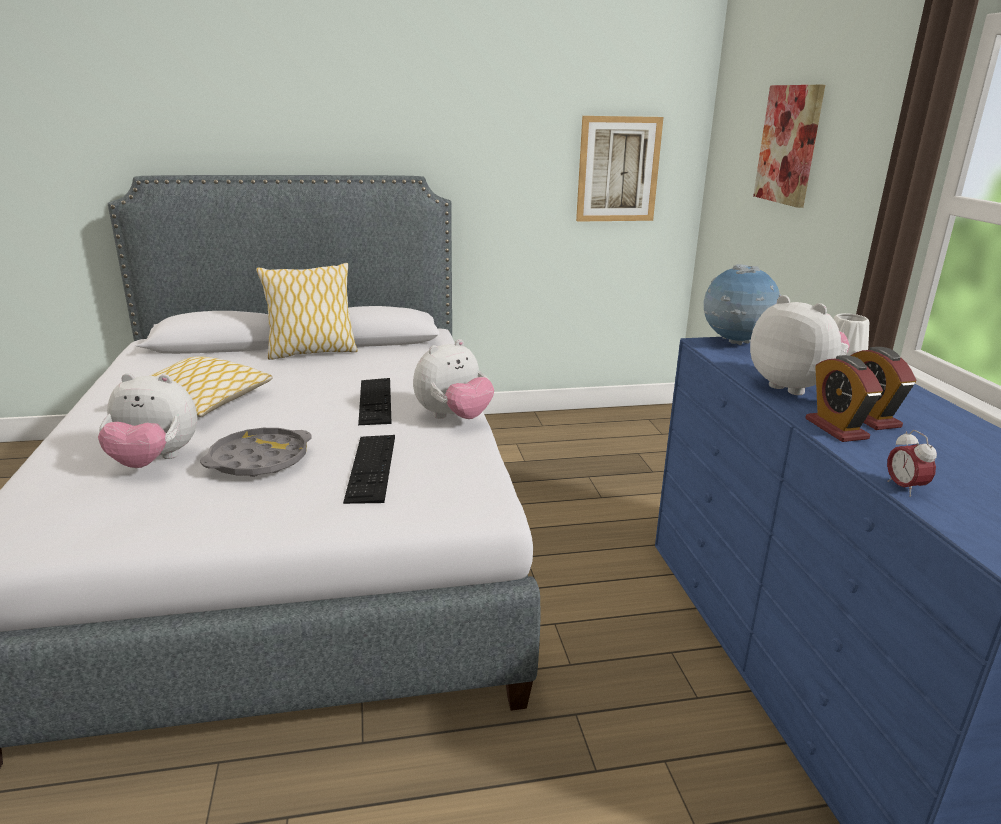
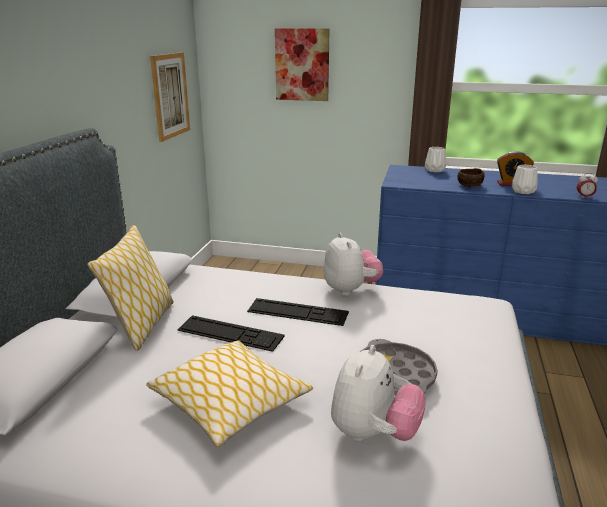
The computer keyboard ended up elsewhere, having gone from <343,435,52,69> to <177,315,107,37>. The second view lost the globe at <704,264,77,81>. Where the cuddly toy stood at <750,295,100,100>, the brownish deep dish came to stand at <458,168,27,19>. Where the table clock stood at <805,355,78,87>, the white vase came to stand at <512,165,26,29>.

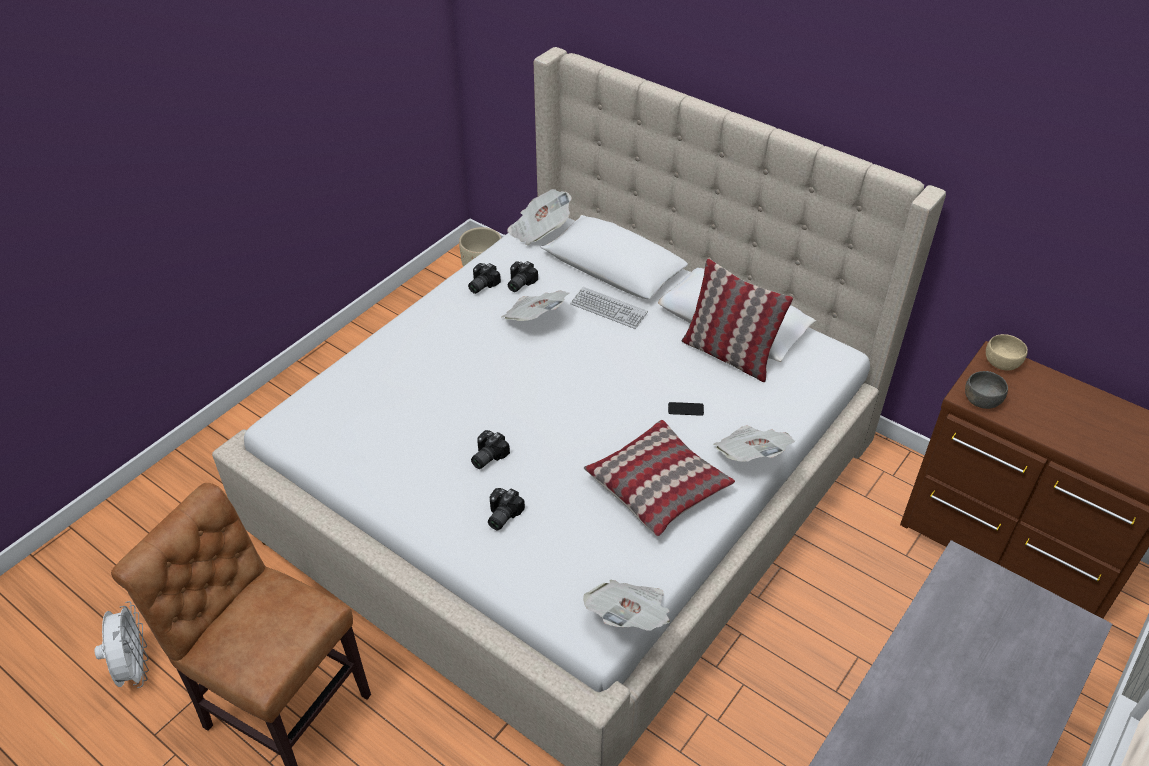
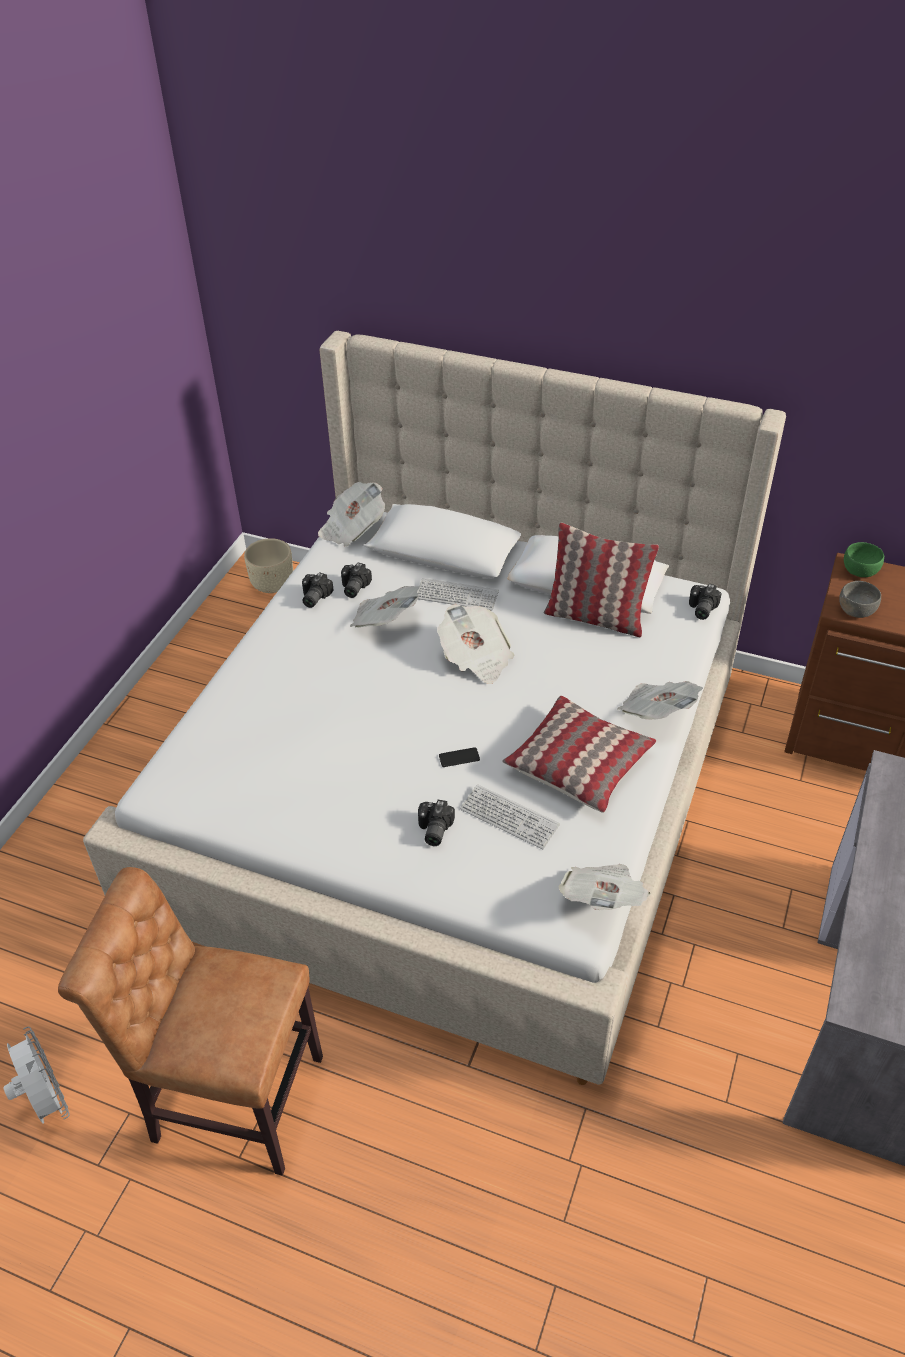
The photo camera ended up elsewhere, having gone from <471,430,39,39> to <689,584,33,36>. The phone ended up elsewhere, having gone from <668,402,36,14> to <439,747,41,20>. What was the beige deep dish at <986,334,42,37> turned into the green-coloured deep dish at <844,542,40,35>. The second view gained the printed paper at <437,604,77,80>. The second view gained the computer keyboard at <460,784,100,65>.

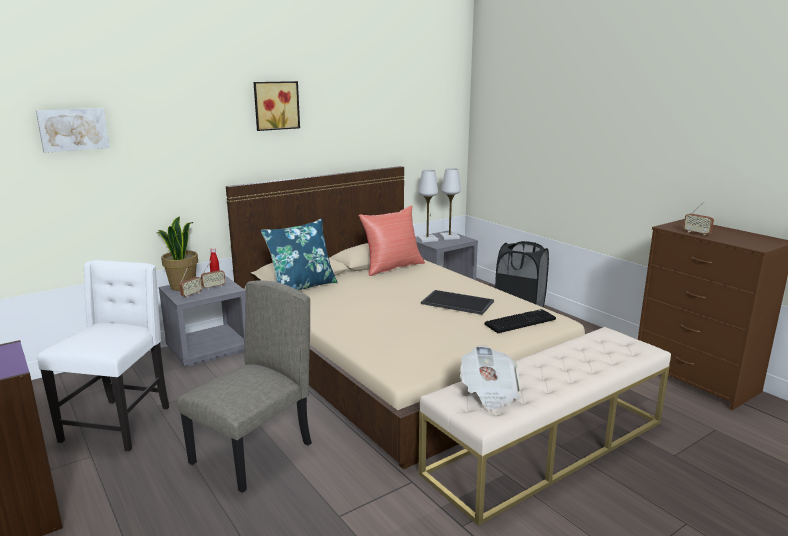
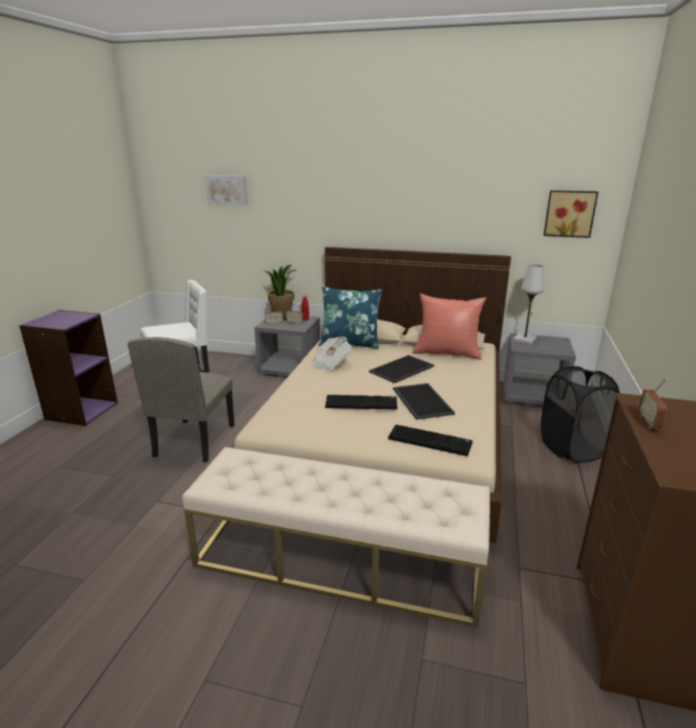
The beige plain chair at <177,280,135,213> ended up facing another way, 105 degrees clockwise from before. The picture ended up elsewhere, having gone from <254,81,46,50> to <543,190,55,48>. The second view lost the white table lamp at <440,168,21,72>. The printed paper ended up elsewhere, having gone from <460,345,61,65> to <311,336,41,34>. The second view gained the computer keyboard at <325,395,72,15>. The second view gained the tray at <369,355,65,28>.

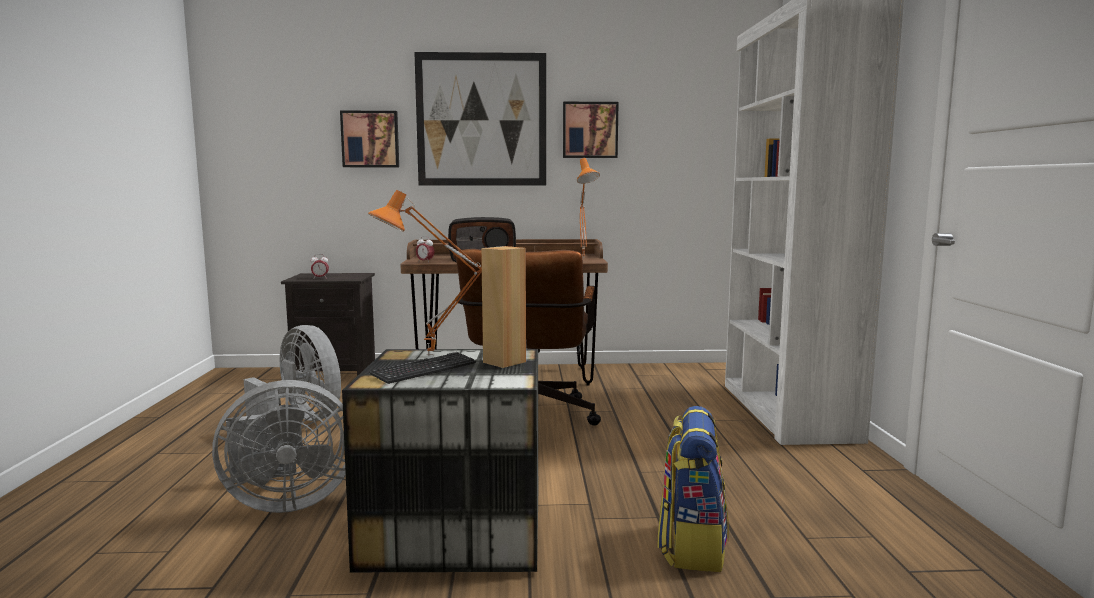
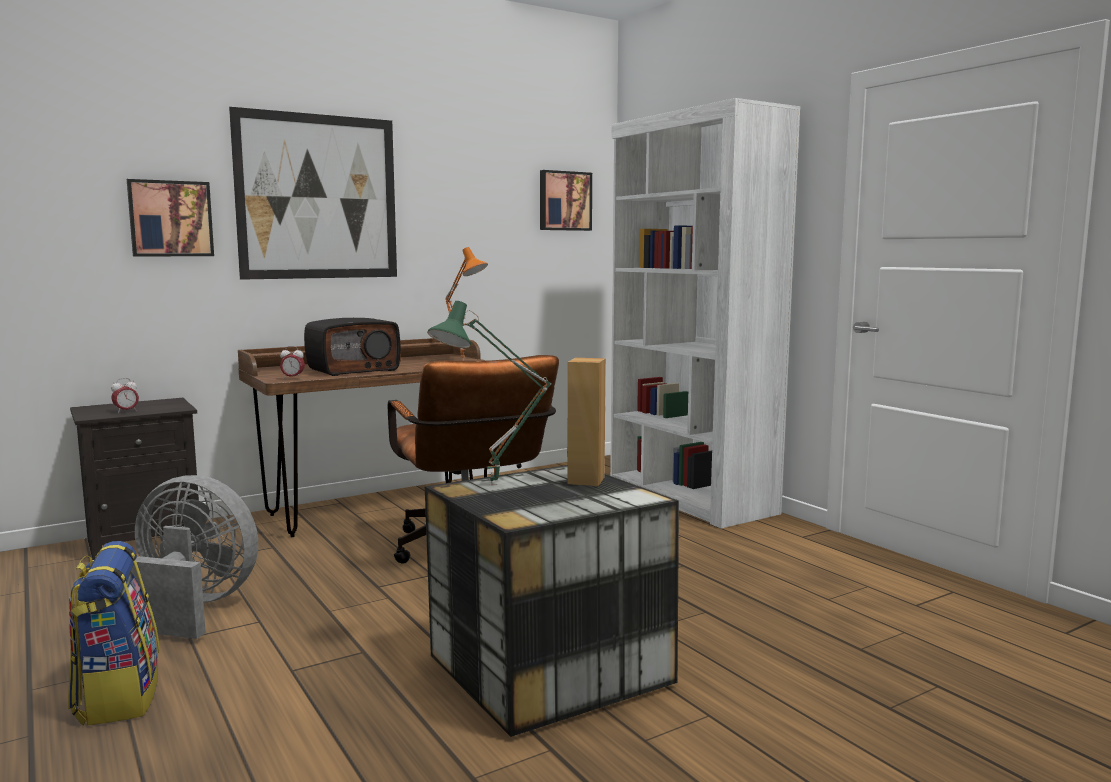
The second view lost the greyish electric fan at <212,380,134,133>. What was the orange-coloured table lamp at <368,190,114,165> turned into the green-coloured table lamp at <427,301,125,185>. The second view lost the computer keyboard at <369,352,107,32>. The picture ended up elsewhere, having gone from <563,102,56,56> to <540,170,52,61>. The knapsack ended up elsewhere, having gone from <657,406,72,166> to <68,541,92,185>.

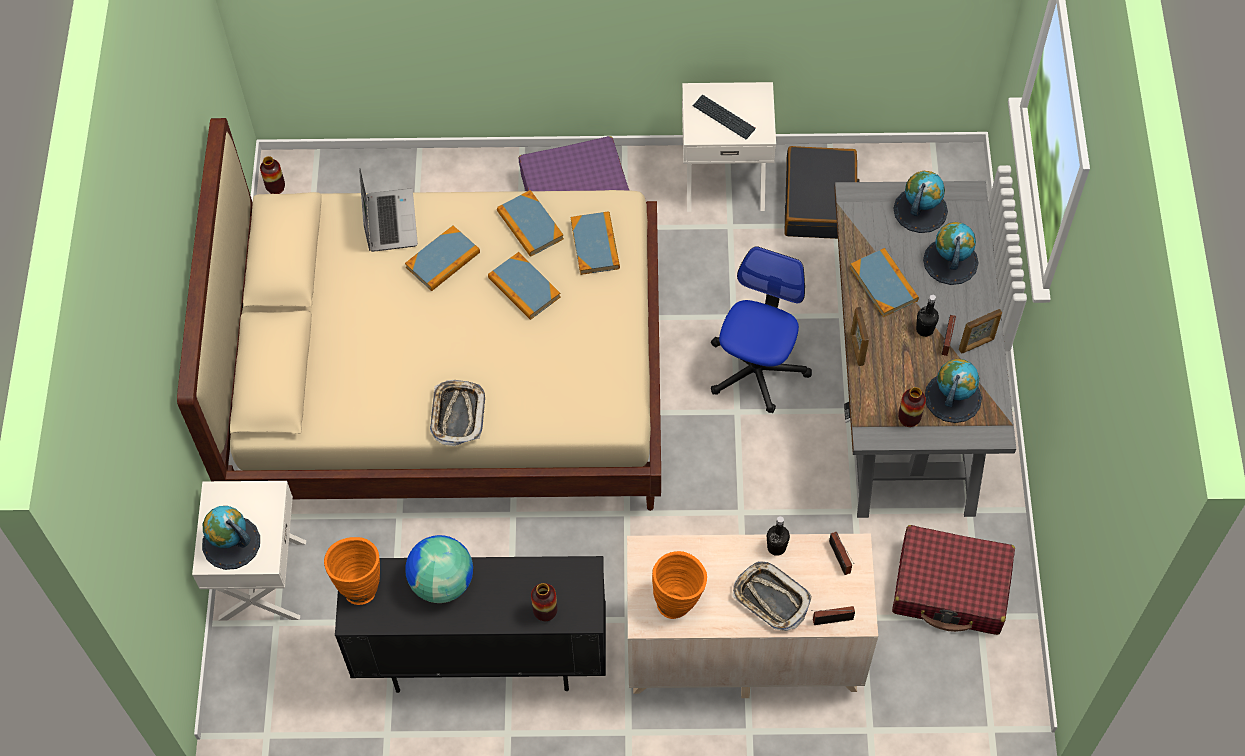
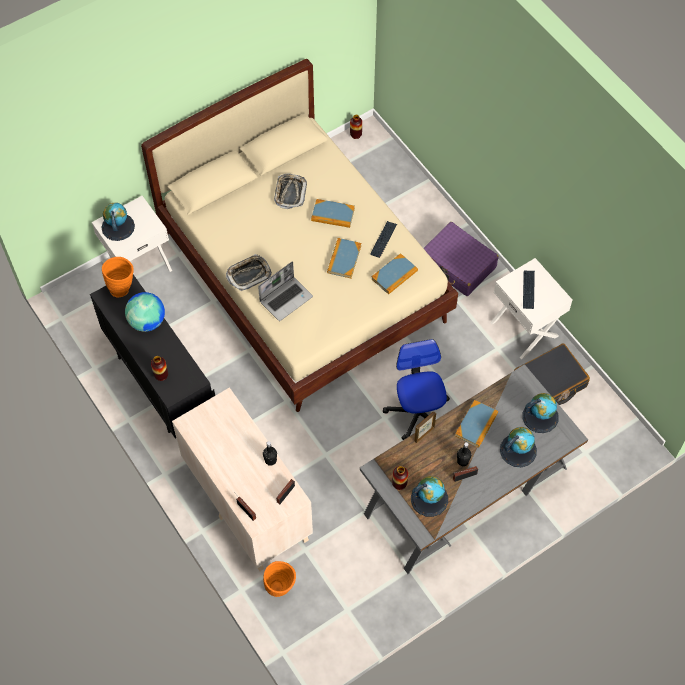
The notebook computer ended up elsewhere, having gone from <359,169,59,83> to <258,261,55,60>. Where the bound book stood at <497,190,67,67>, the computer keyboard came to stand at <370,221,27,37>. The orange-coloured vase ended up elsewhere, having gone from <652,551,55,68> to <263,561,33,36>. The office chair at <711,246,101,167> ended up facing another way, 90 degrees counterclockwise from before. The tray ended up elsewhere, having gone from <732,561,80,70> to <274,174,33,35>. The second view lost the reddish suitcase at <892,525,123,110>. The second view lost the photo frame at <959,309,43,44>.

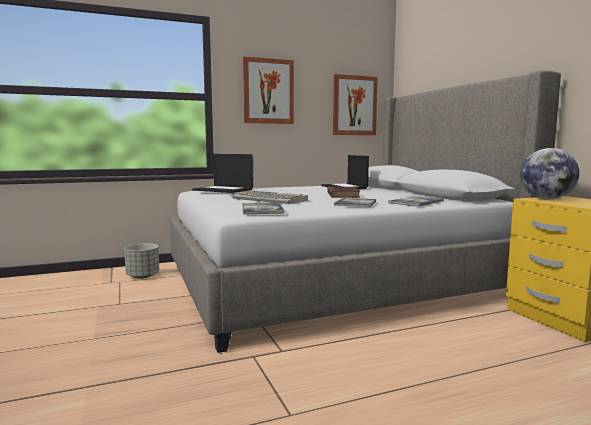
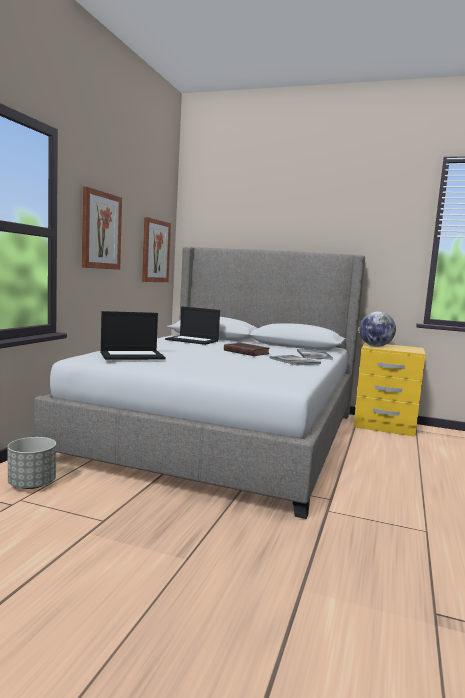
The second view lost the computer keyboard at <232,191,76,13>. The second view lost the bound book at <242,202,43,12>.

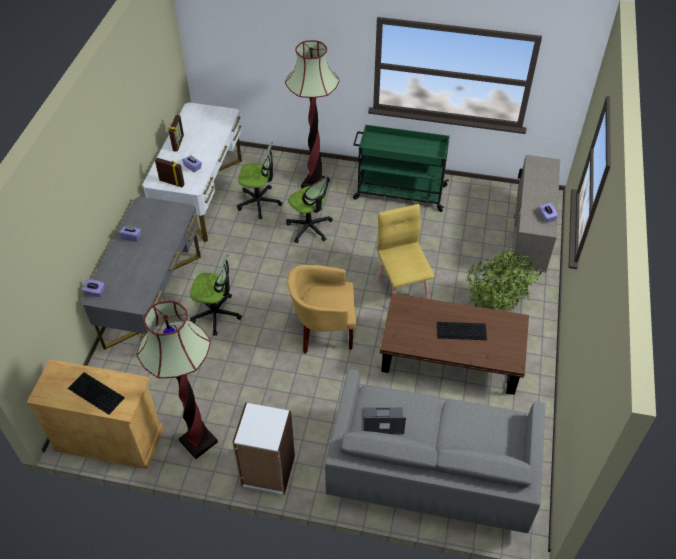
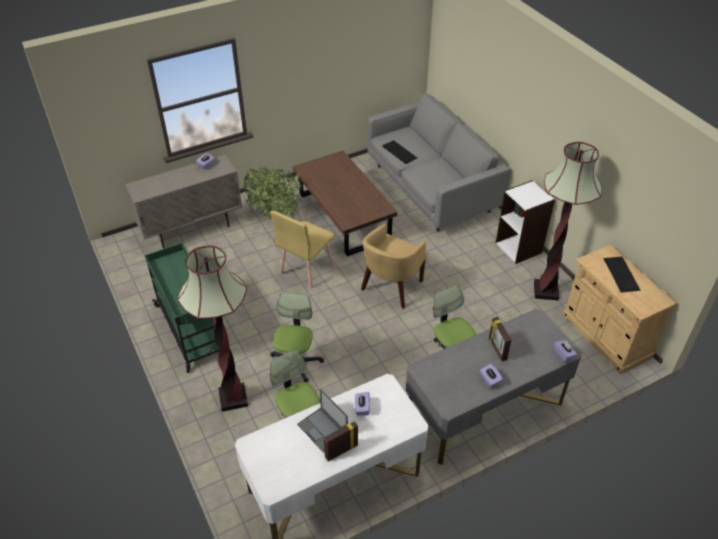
The photo frame ended up elsewhere, having gone from <155,158,30,29> to <489,317,22,44>. The yellowish lounge chair at <287,265,69,89> ended up facing another way, 75 degrees clockwise from before. The notebook computer ended up elsewhere, having gone from <363,407,43,27> to <297,389,51,64>. The computer keyboard ended up elsewhere, having gone from <437,322,50,18> to <382,140,35,24>.

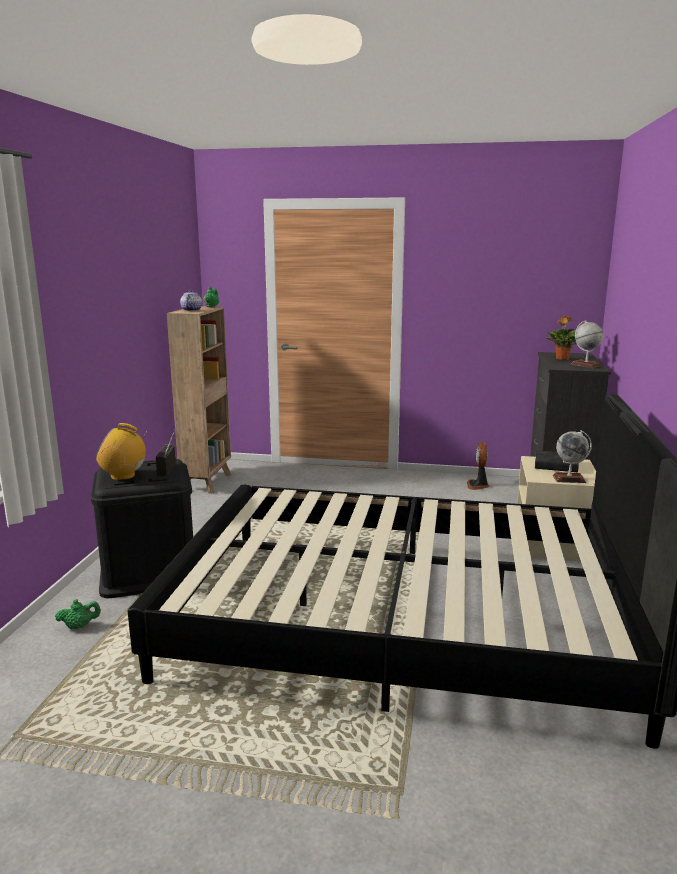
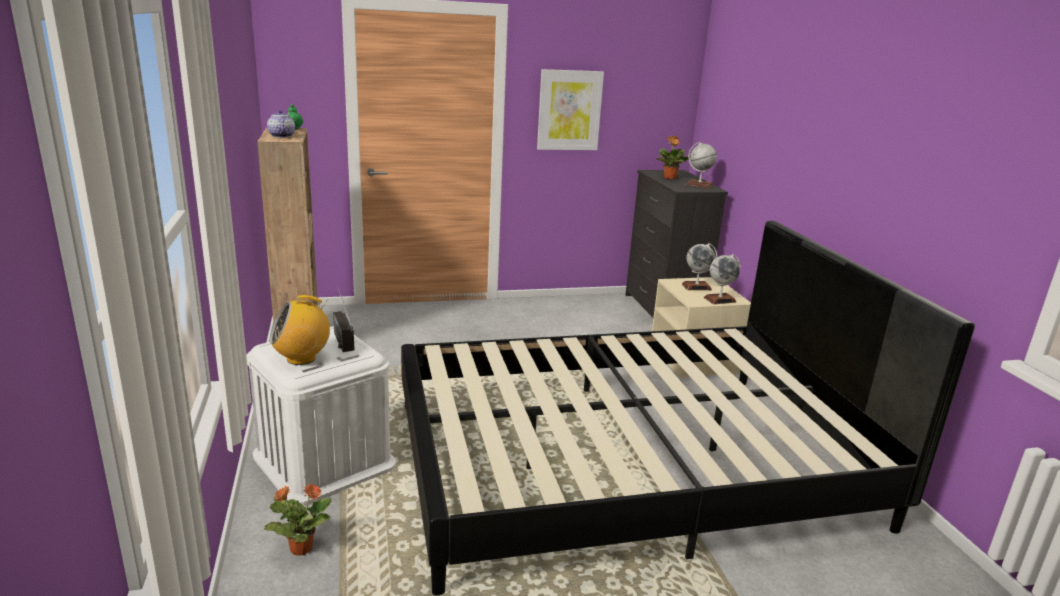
Where the green-coloured tea pot stood at <55,599,46,30>, the potted plant came to stand at <264,484,67,72>. What was the black-coloured storage bin at <91,459,102,139> turned into the white storage bin at <246,326,150,180>. The second view lost the electric fan at <467,442,22,48>. Where the black-coloured bound book stood at <535,450,44,22>, the globe came to stand at <682,243,35,47>. The second view gained the picture at <537,69,67,81>.

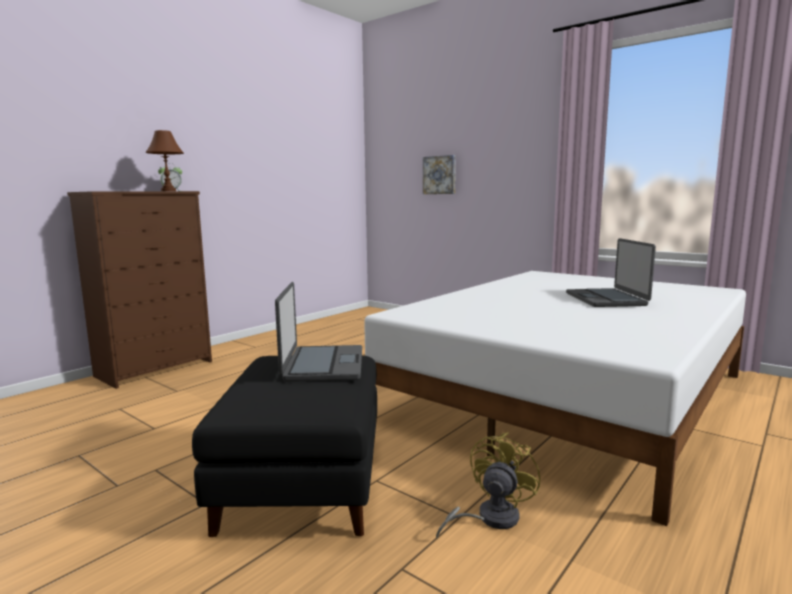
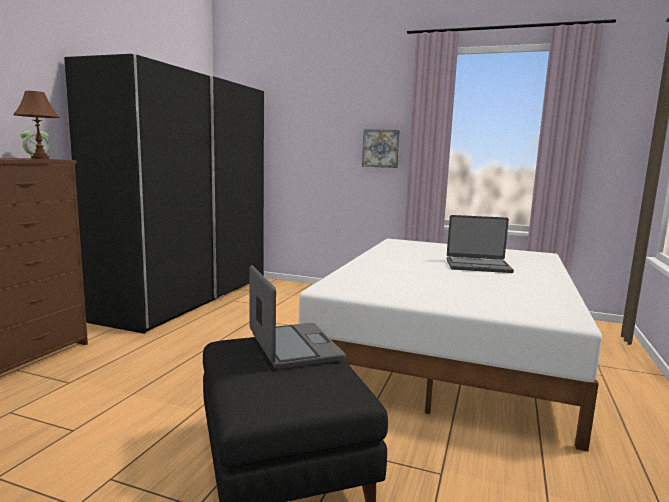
The picture ended up elsewhere, having gone from <423,155,33,39> to <362,129,38,39>. The second view lost the yellowish electric fan at <436,432,104,106>. The notebook computer at <566,238,90,69> ended up facing another way, 60 degrees counterclockwise from before. The second view gained the black-coloured armoire at <64,54,201,280>.

